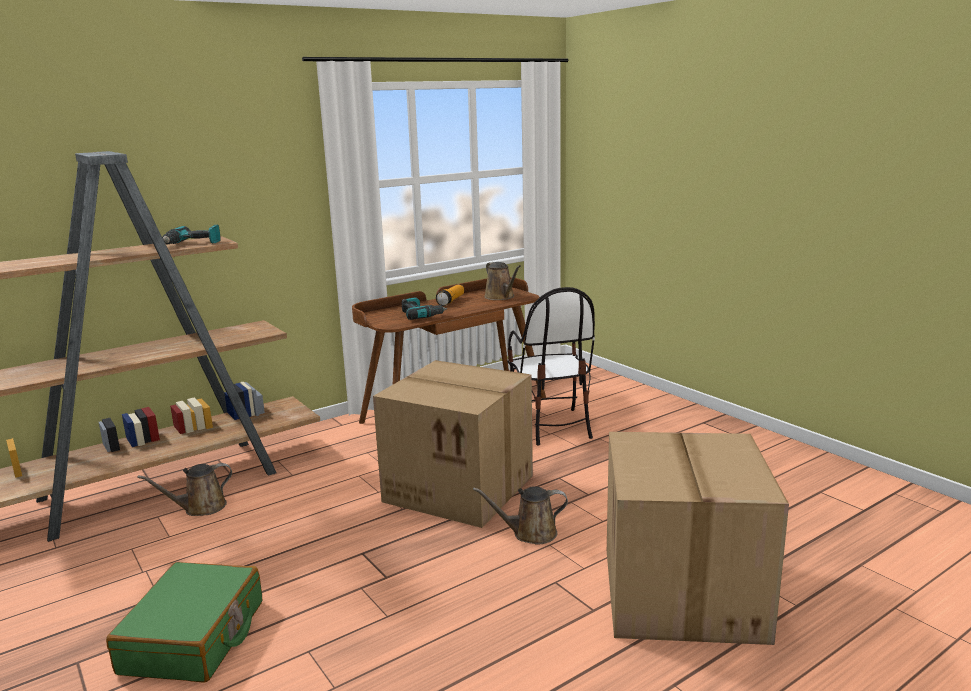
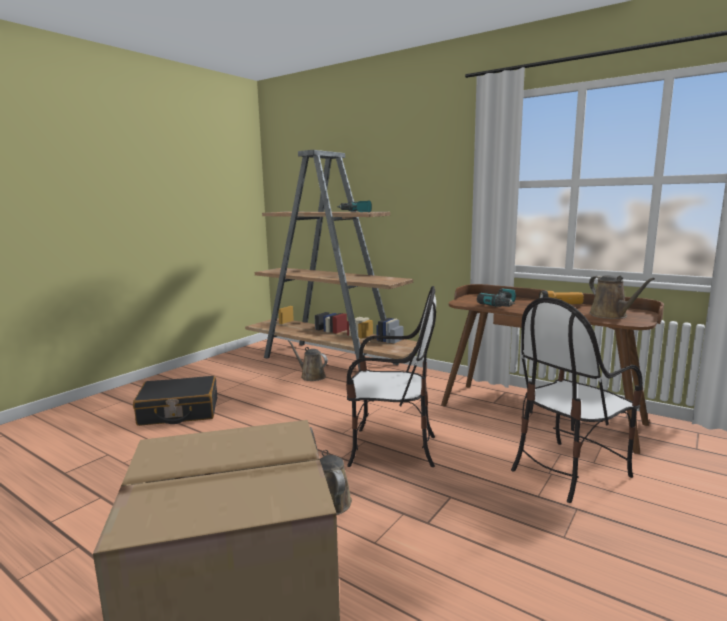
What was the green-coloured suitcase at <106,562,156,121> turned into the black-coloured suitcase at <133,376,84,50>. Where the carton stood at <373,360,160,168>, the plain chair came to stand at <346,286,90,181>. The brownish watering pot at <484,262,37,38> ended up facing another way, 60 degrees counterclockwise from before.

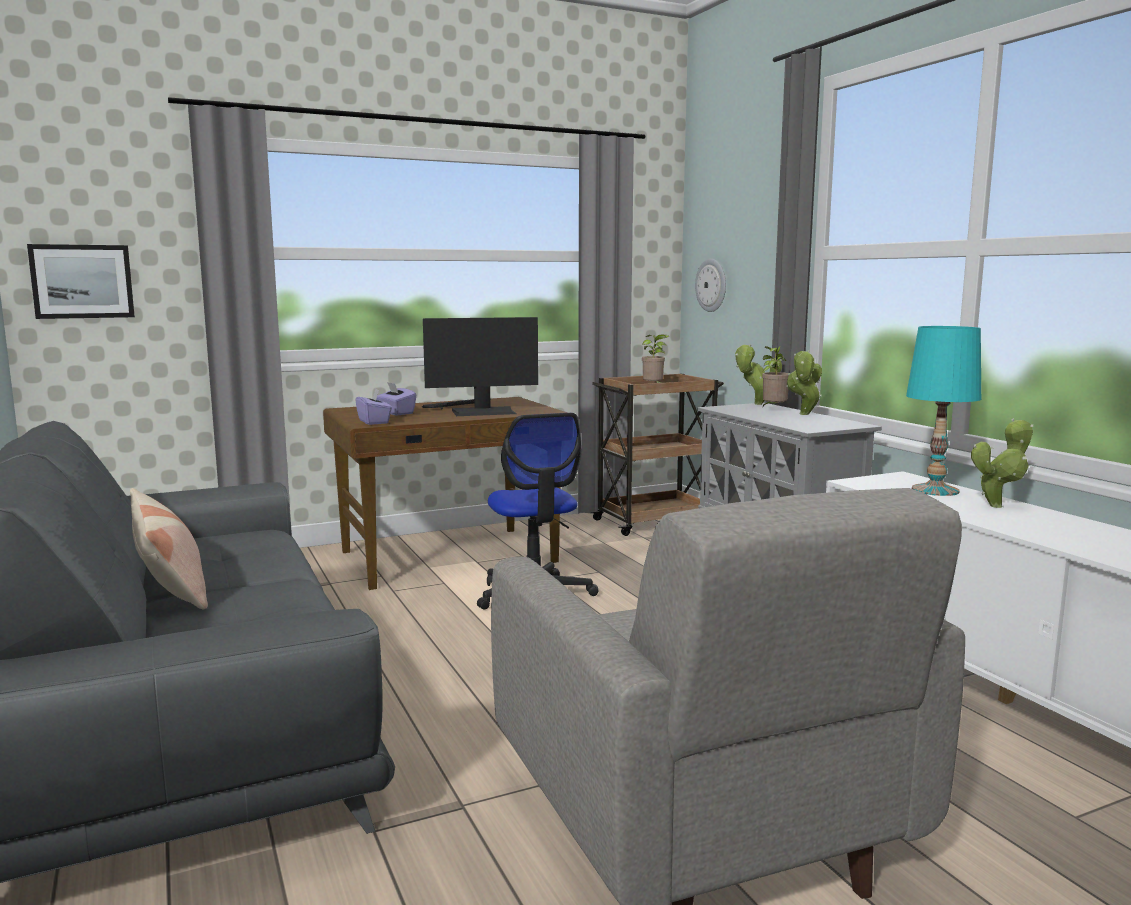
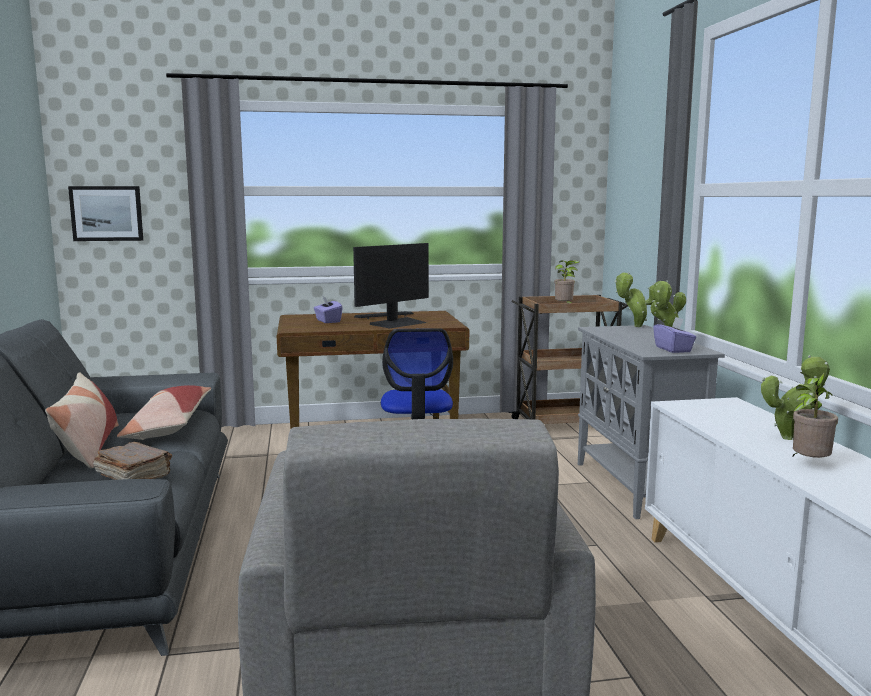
The purplish box of tissues ended up elsewhere, having gone from <355,389,37,36> to <653,317,44,36>. The computer screen at <423,317,115,99> ended up facing another way, 45 degrees counterclockwise from before. The second view lost the wall clock at <695,259,31,53>. The potted plant ended up elsewhere, having gone from <762,346,27,61> to <793,372,45,86>. The second view lost the turquoise-coloured table lamp at <906,326,75,170>. The second view gained the brownish bound book at <93,442,79,38>. The second view gained the pillow at <117,385,94,55>.

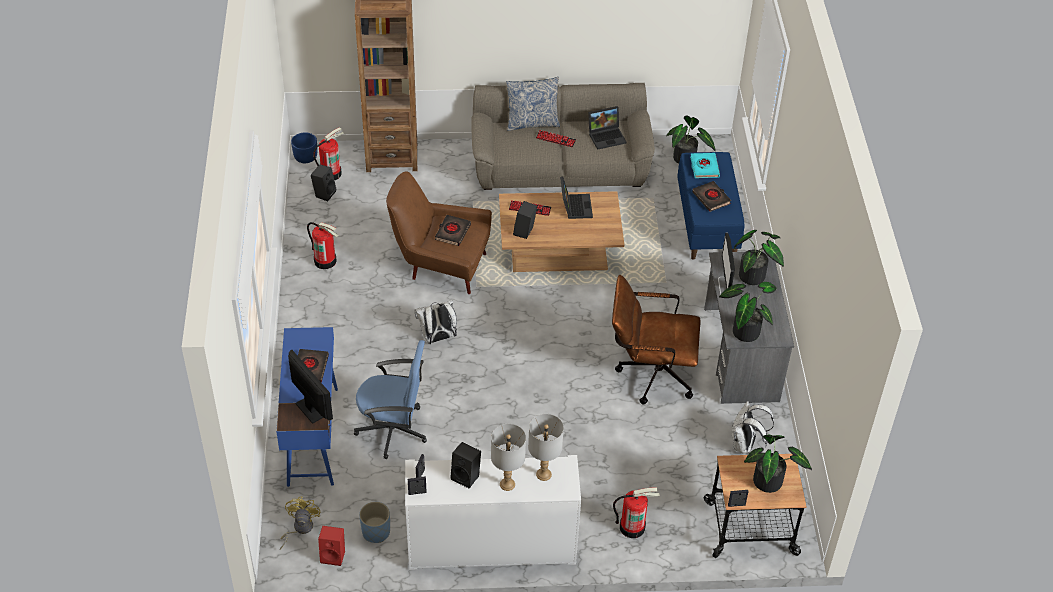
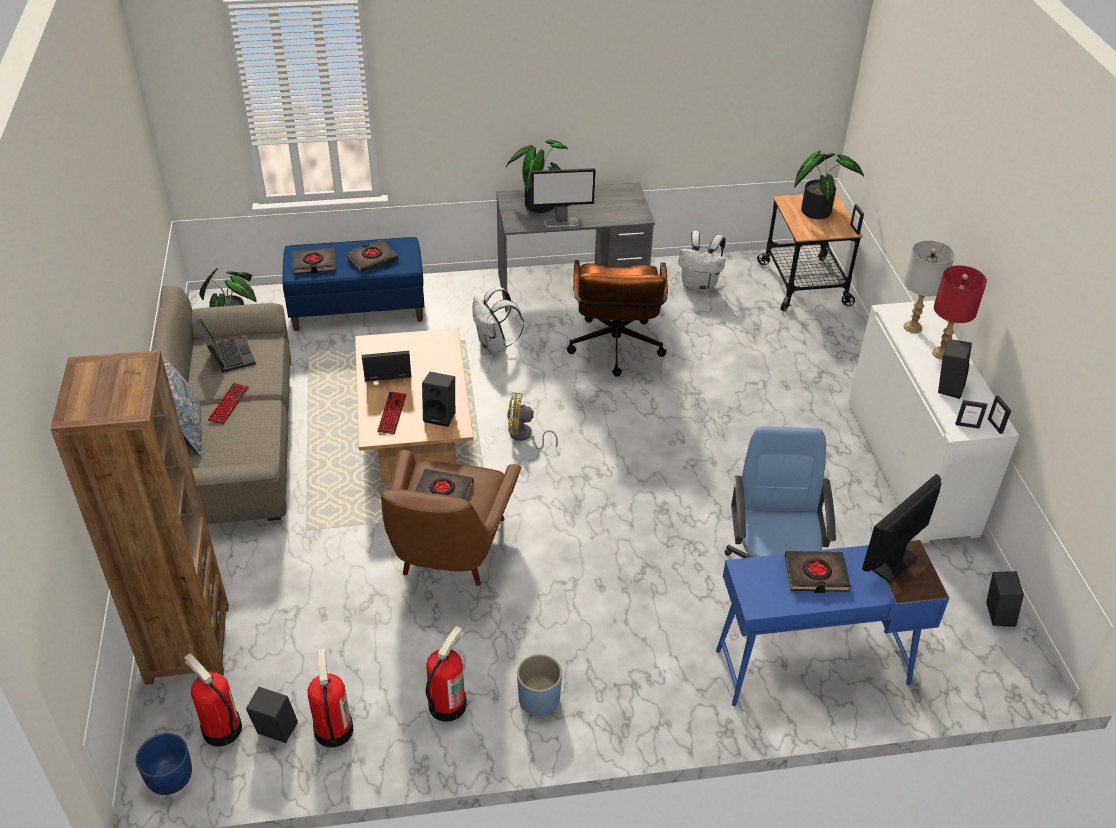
The yellowish electric fan ended up elsewhere, having gone from <280,497,40,53> to <507,392,51,58>. What was the reddish loudspeaker at <318,526,27,40> turned into the black-coloured loudspeaker at <986,571,38,56>. The bluish plant pot ended up elsewhere, having gone from <359,502,31,41> to <517,654,45,62>. The white knapsack ended up elsewhere, having gone from <414,300,43,44> to <472,287,52,67>. What was the greyish table lamp at <491,424,35,67> turned into the reddish table lamp at <932,265,55,95>. The fire-fighting cylinder ended up elsewhere, having gone from <613,487,47,51> to <307,649,46,98>. What was the turquoise-coloured bound book at <690,153,30,25> turned into the black-coloured bound book at <293,248,43,26>. The second view lost the potted plant at <719,282,57,60>.

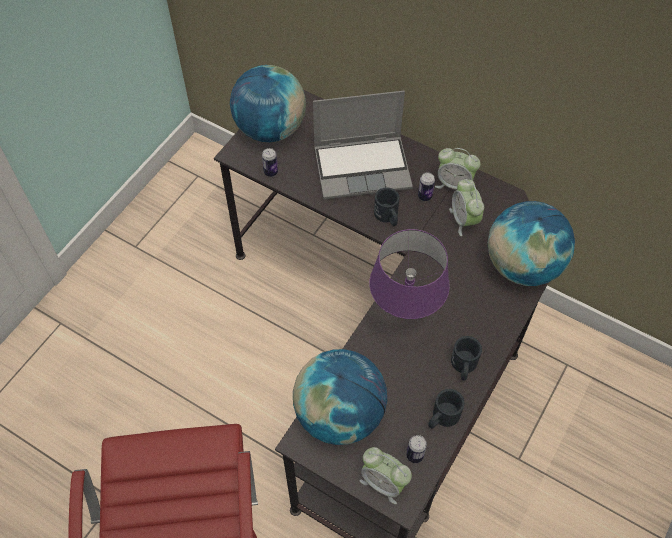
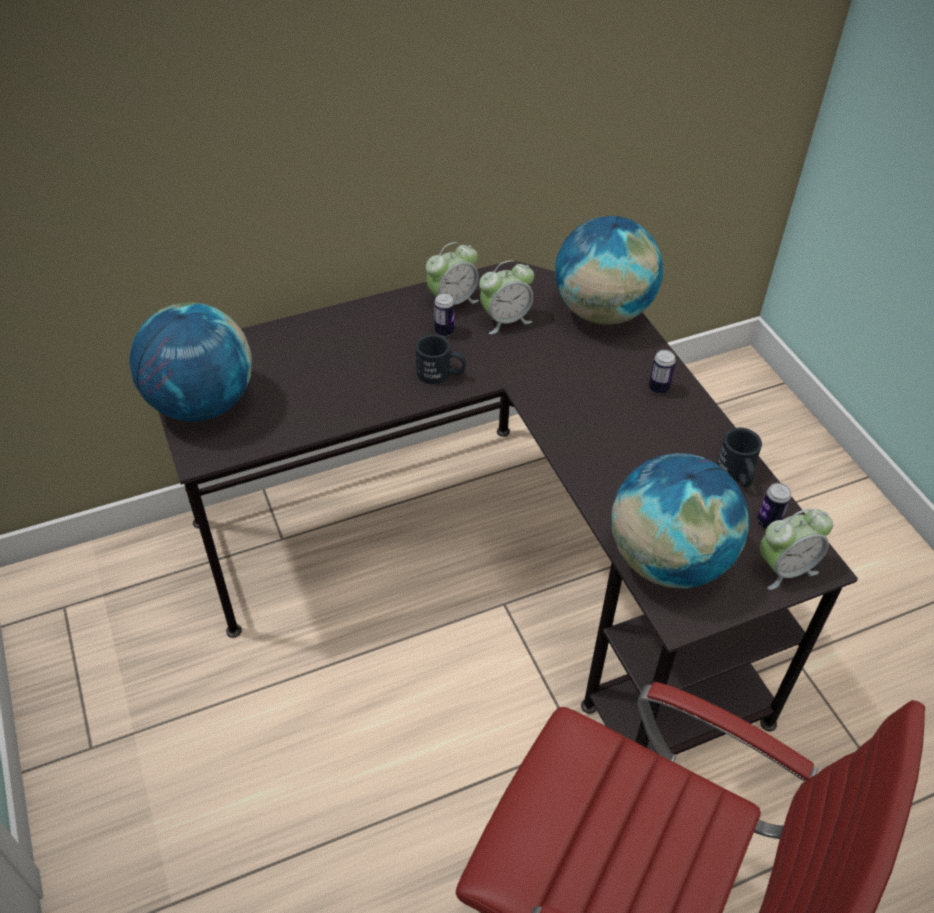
The metal can ended up elsewhere, having gone from <262,148,16,29> to <649,350,27,44>. The second view lost the notebook computer at <313,91,100,109>. The second view lost the purplish table lamp at <369,229,81,90>. The table clock at <449,179,35,57> ended up facing another way, 45 degrees counterclockwise from before. The second view lost the black-coloured coffee mug at <451,336,31,45>.

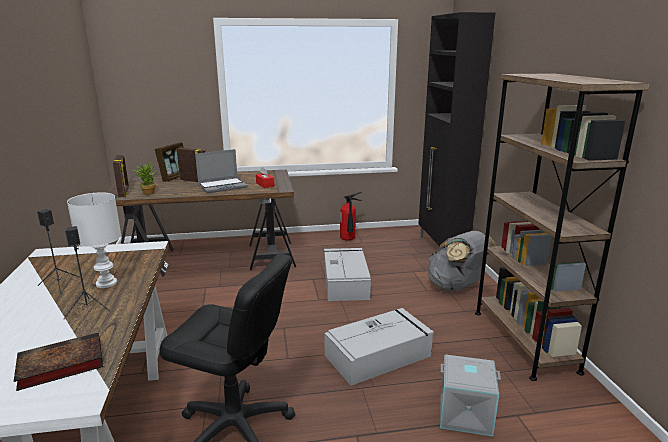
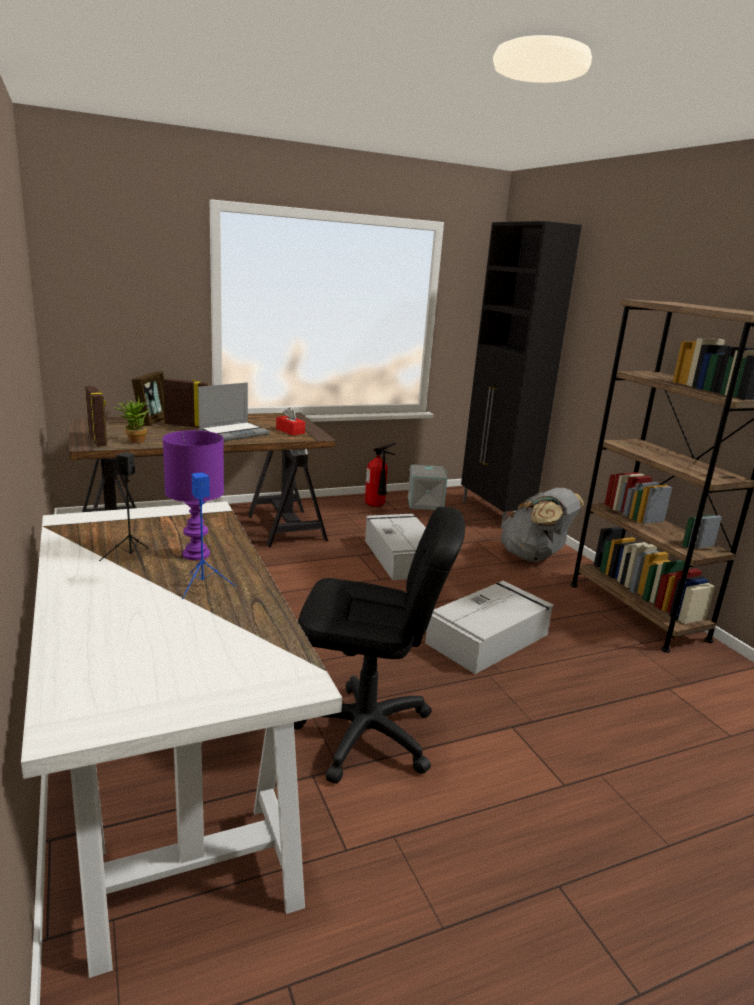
The second view lost the bound book at <14,333,89,58>. What was the black-coloured loudspeaker at <64,226,46,93> turned into the bluish loudspeaker at <182,472,53,127>. What was the white table lamp at <67,192,54,96> turned into the purplish table lamp at <163,430,61,130>. The greyish storage bin ended up elsewhere, having gone from <440,355,61,82> to <408,465,40,45>.

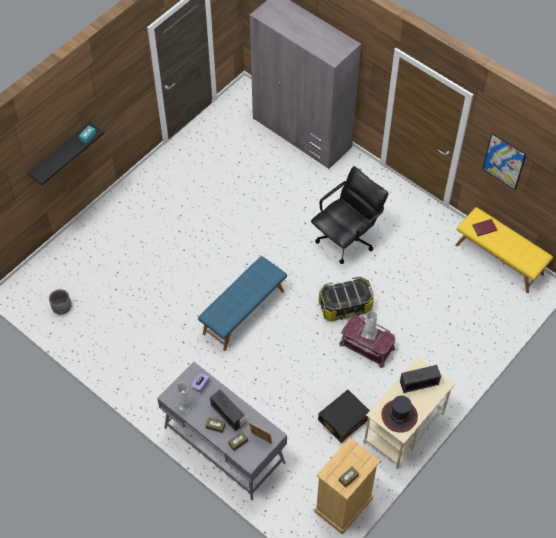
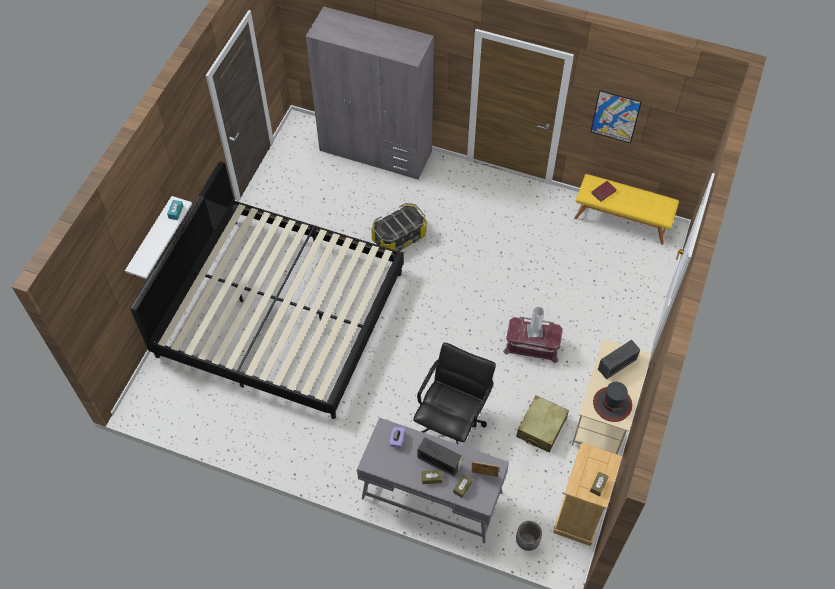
What was the black-coloured shelf at <28,122,76,63> turned into the white shelf at <125,196,67,83>. The greyish plant pot ended up elsewhere, having gone from <49,289,23,25> to <516,521,26,30>. The second view lost the white table lamp at <175,383,20,31>. The second view lost the bluish indoor bench at <198,256,89,95>. The black-coloured office chair ended up elsewhere, having gone from <311,166,78,98> to <413,342,83,102>. What was the black-coloured suitcase at <318,389,52,54> turned into the beige suitcase at <516,395,53,57>. The storage bin ended up elsewhere, having gone from <319,276,55,46> to <371,203,56,48>. The second view gained the sleeping bed at <130,162,274,257>.

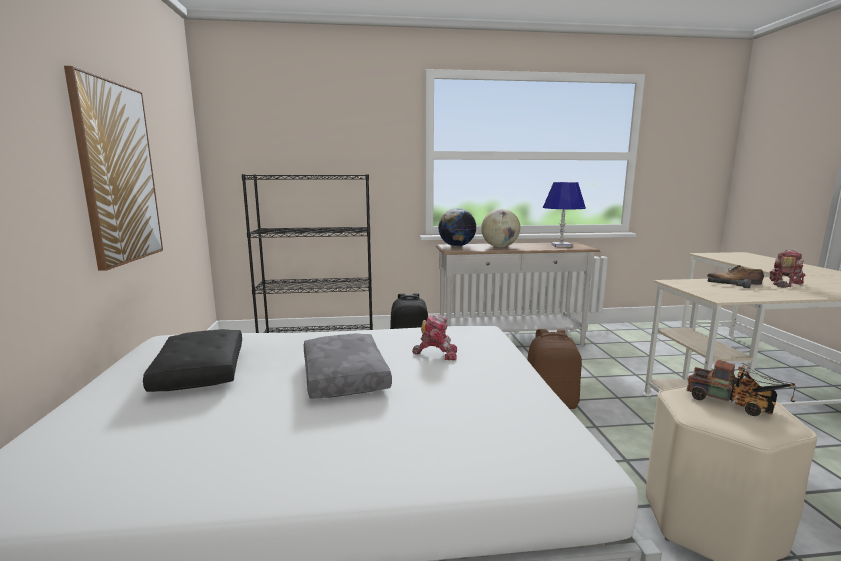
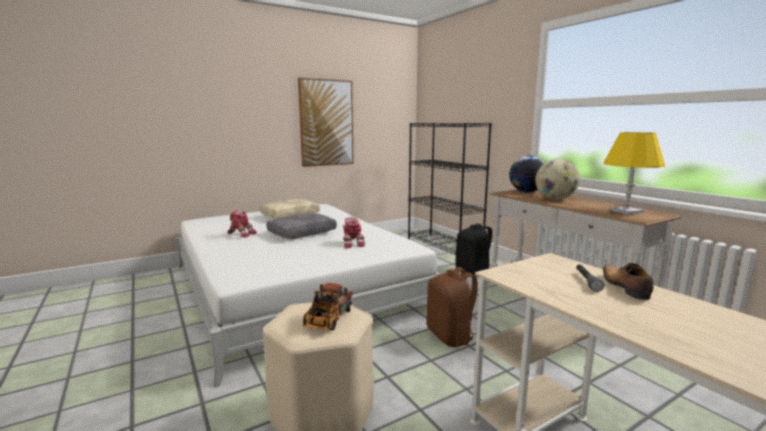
What was the black-coloured pillow at <143,329,99,63> turned into the beige pillow at <260,199,60,20>. What was the bluish table lamp at <543,182,43,65> turned into the yellowish table lamp at <603,132,62,83>. The toy robot ended up elsewhere, having gone from <769,249,36,39> to <227,209,30,28>.

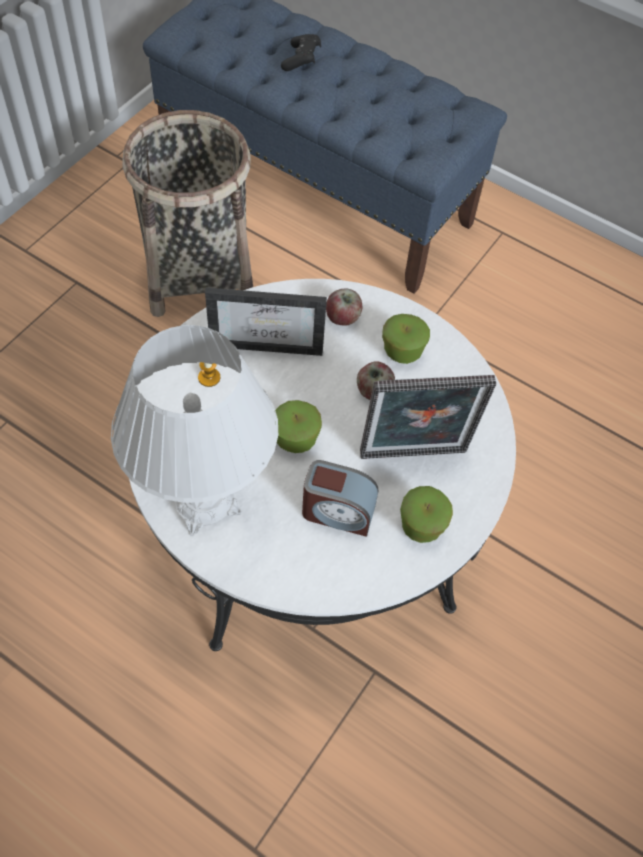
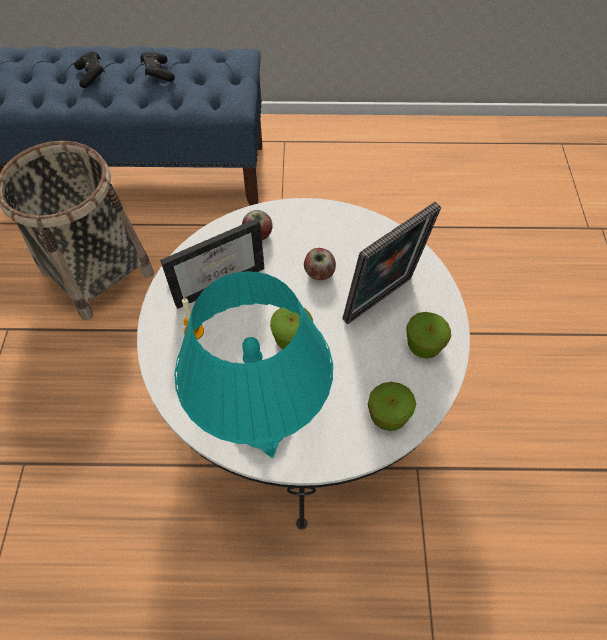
What was the white table lamp at <111,325,167,211> turned into the turquoise-coloured table lamp at <174,271,159,187>. The second view lost the table clock at <302,460,76,77>. The apple fruit ended up elsewhere, having gone from <382,314,48,50> to <368,382,48,49>. The second view gained the black-coloured game controller at <140,52,35,30>.

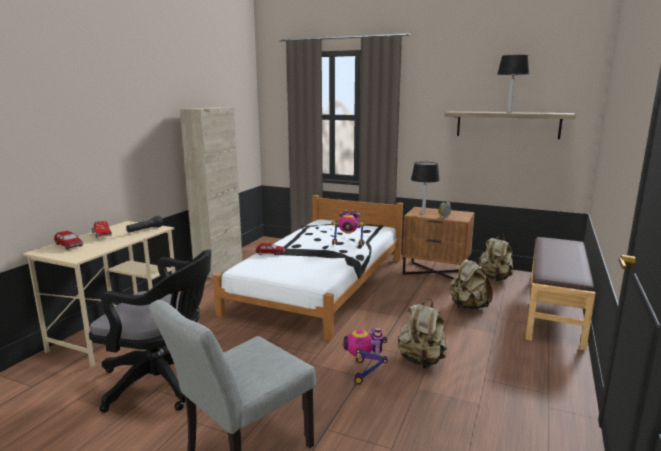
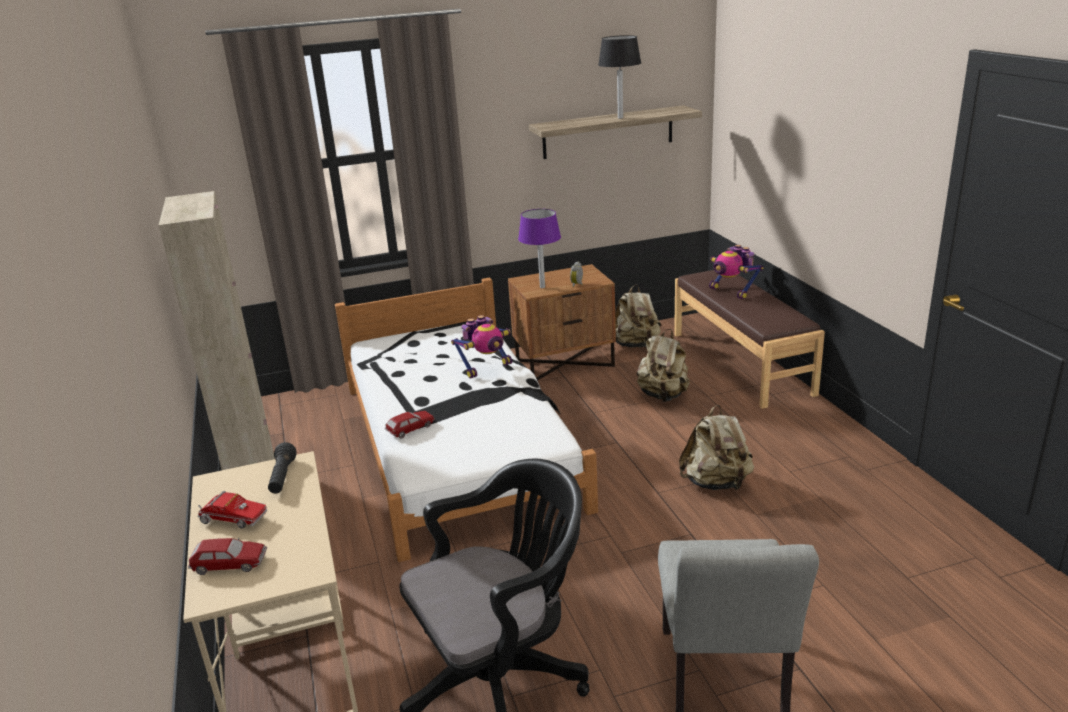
The toy robot ended up elsewhere, having gone from <342,328,46,56> to <709,245,55,55>. What was the black-coloured table lamp at <411,162,29,52> turned into the purplish table lamp at <518,209,43,79>.

